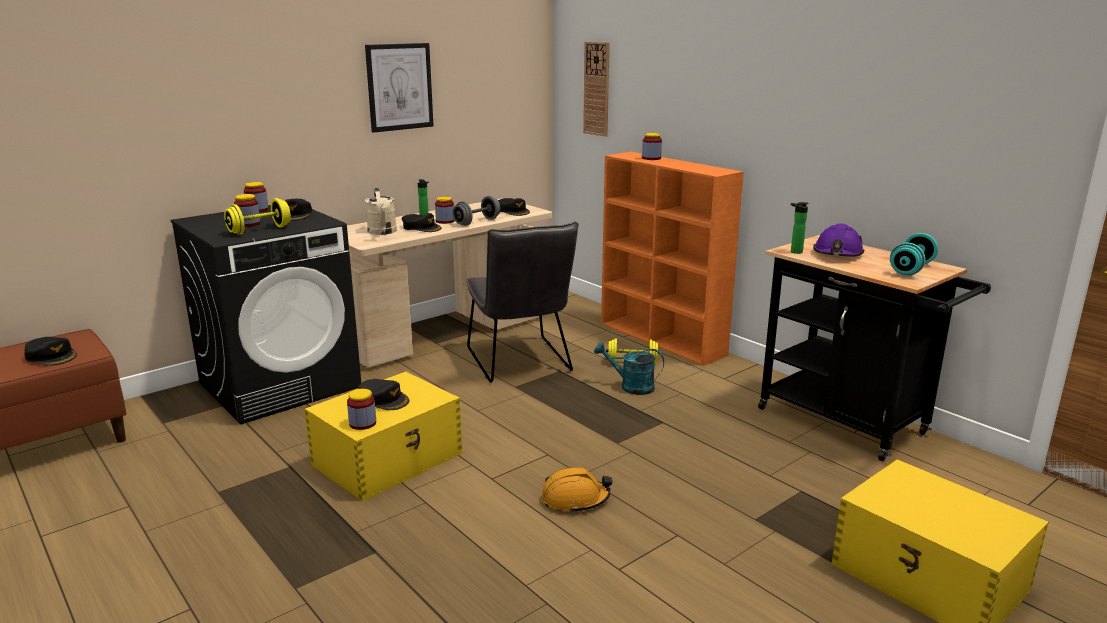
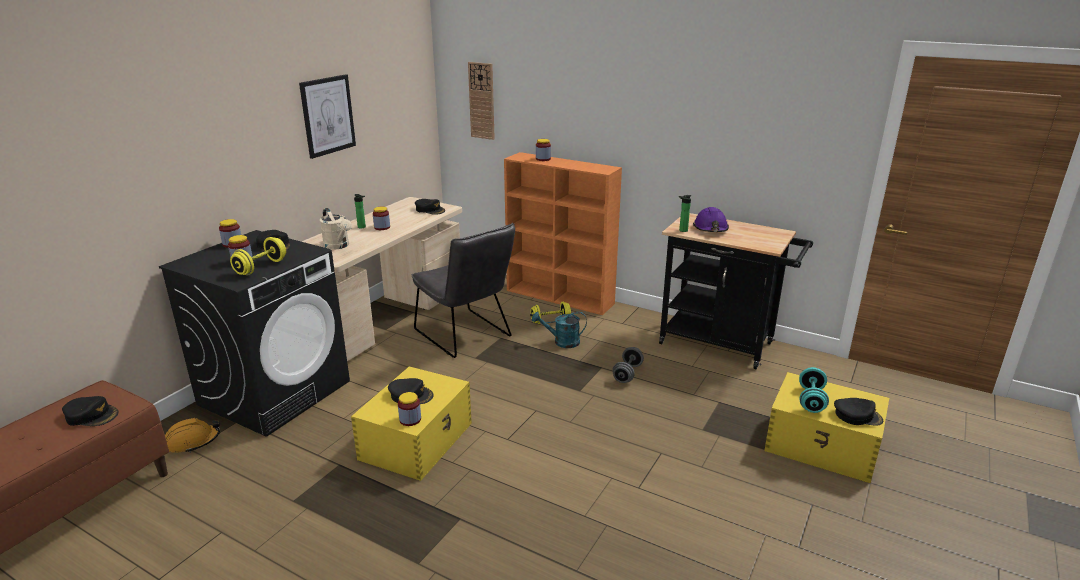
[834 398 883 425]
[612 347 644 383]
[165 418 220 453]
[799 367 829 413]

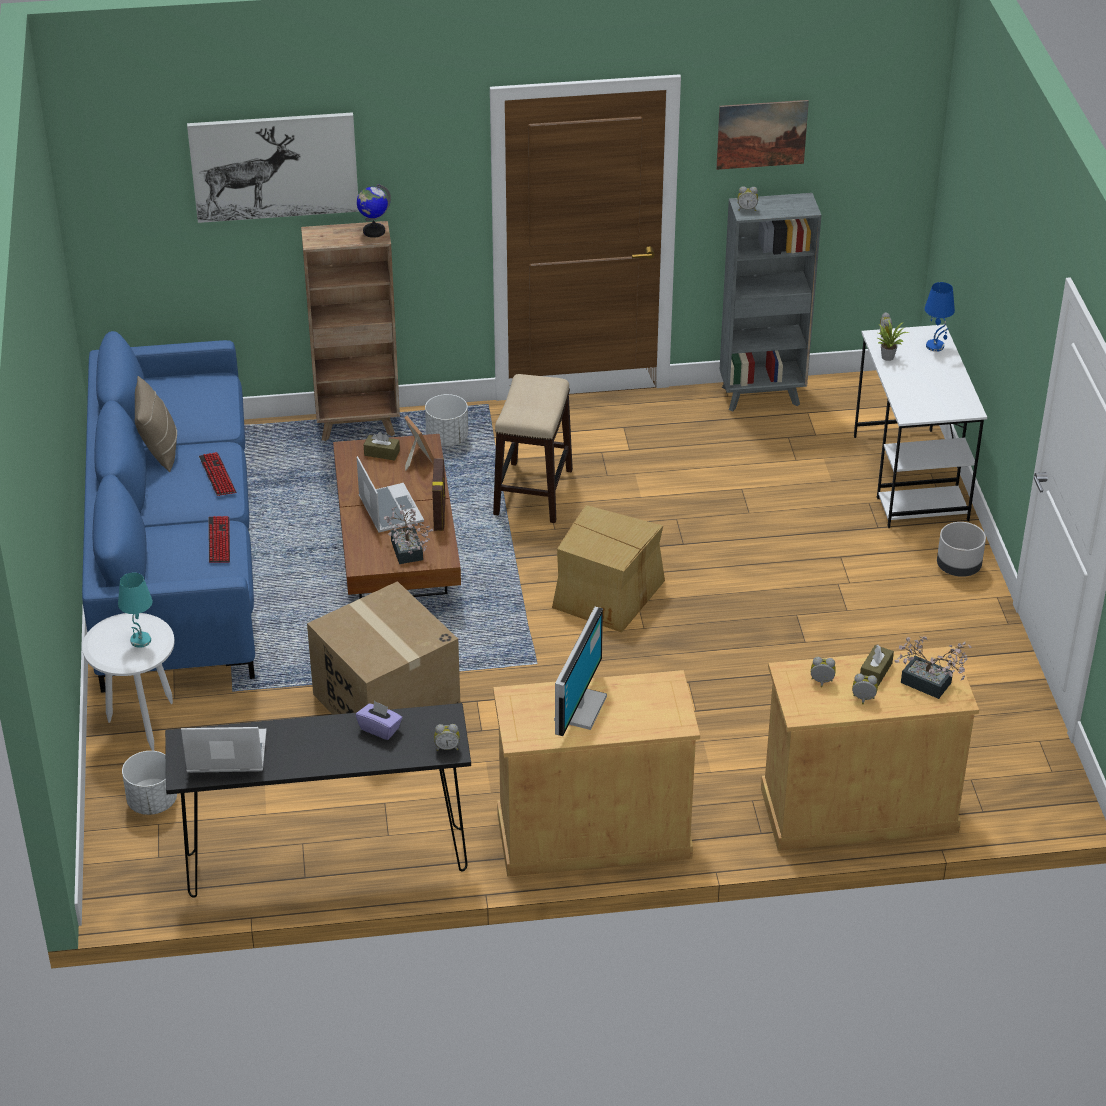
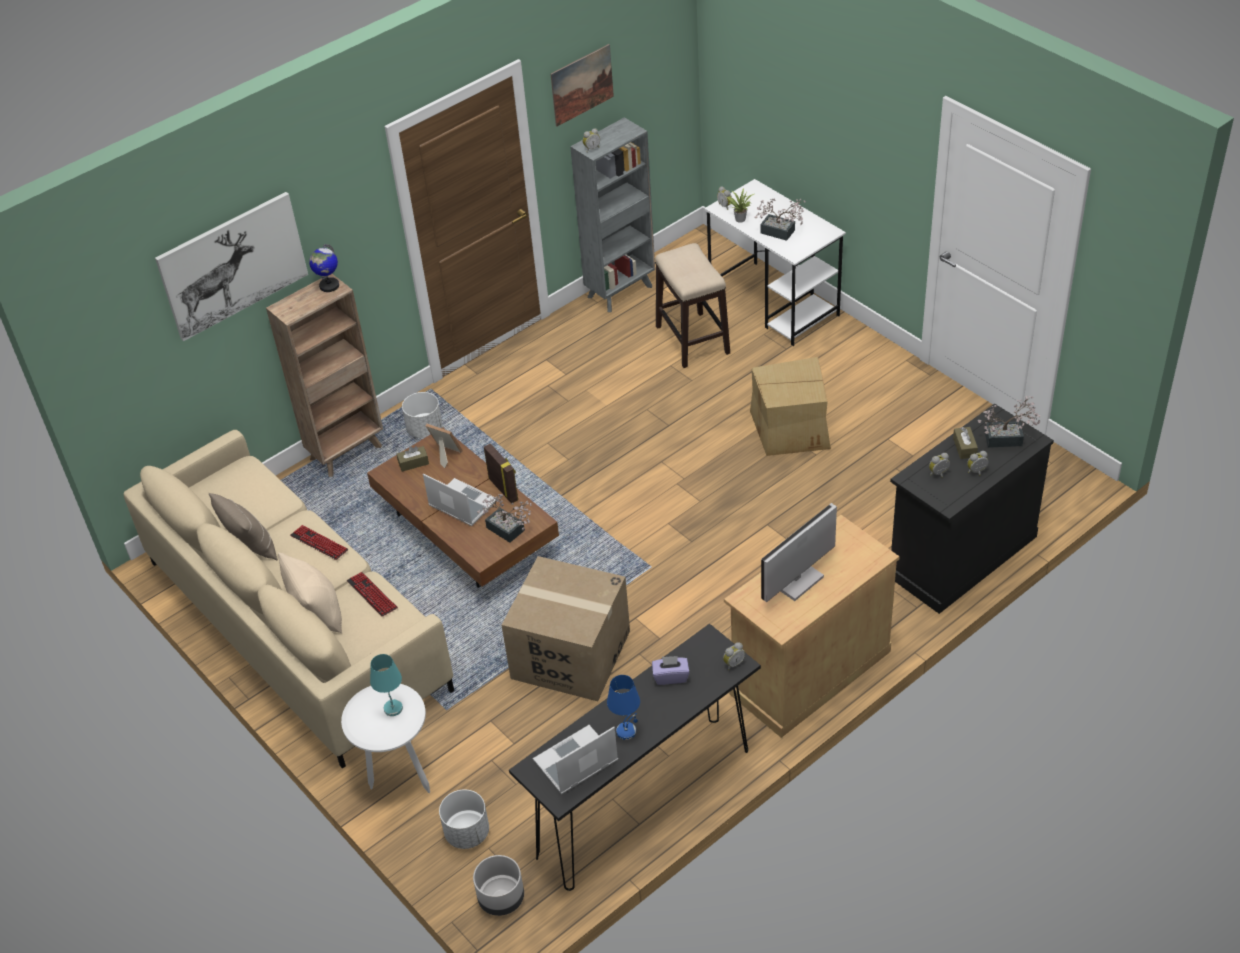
[124 430 454 769]
[655 243 730 368]
[750 357 831 456]
[761 503 837 602]
[890 404 1054 614]
[607 675 640 740]
[473 855 524 916]
[278 552 342 633]
[754 199 806 241]

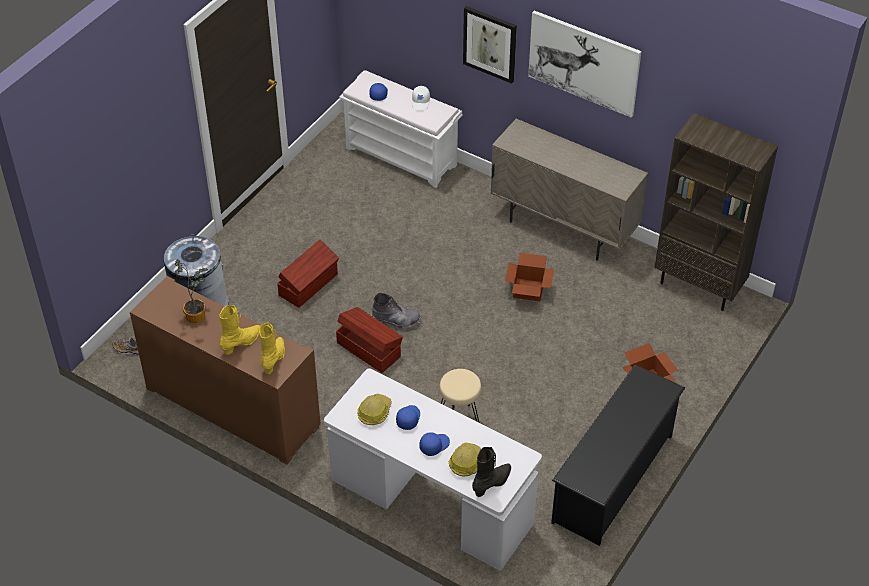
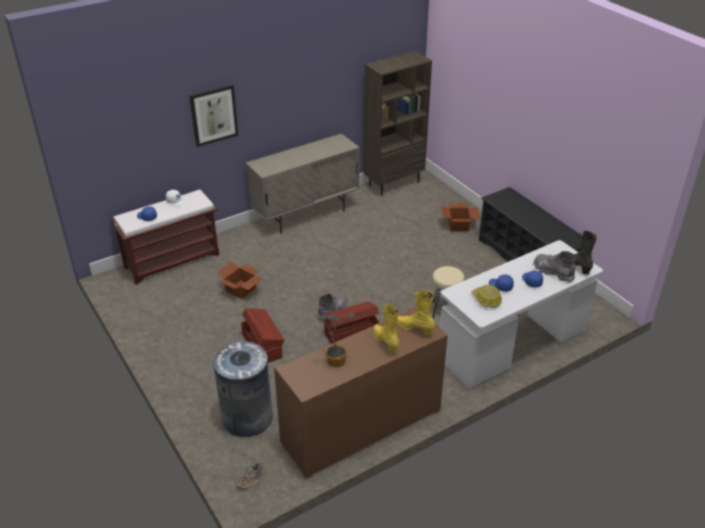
[110 189 219 285]
[533 251 576 283]
[217 261 262 299]
[528 11 641 118] (first image)

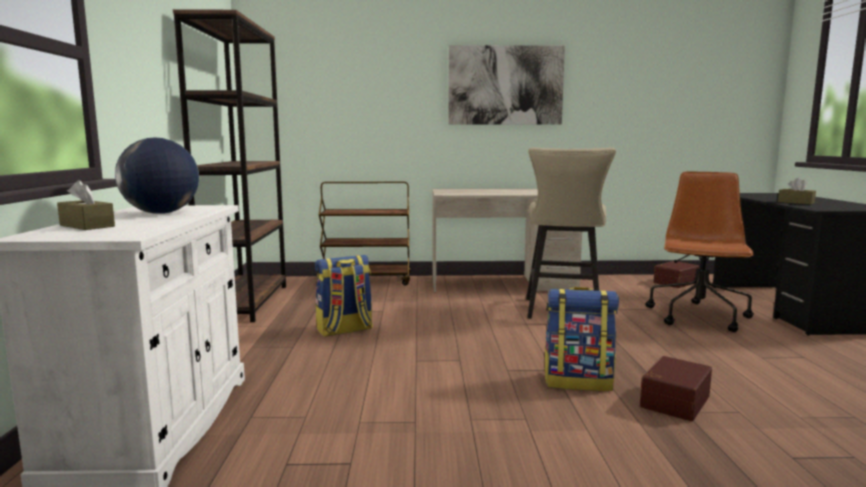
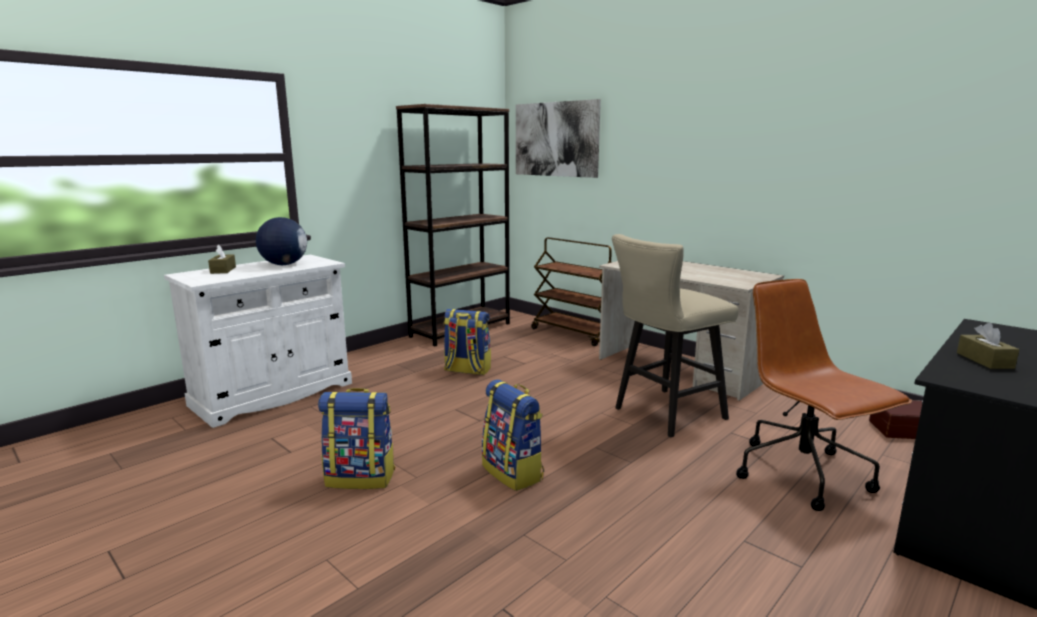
[516 99 601 178]
[640 356 712 421] (first image)
[736 279 912 511]
[318 388 395 489]

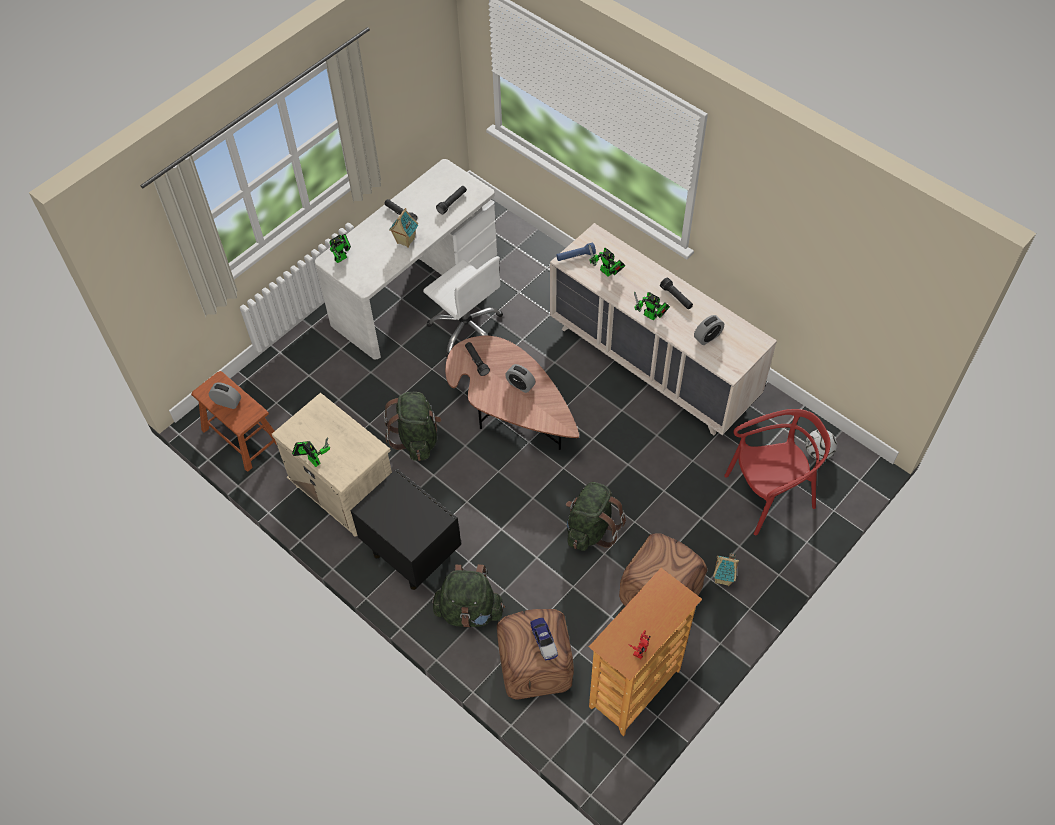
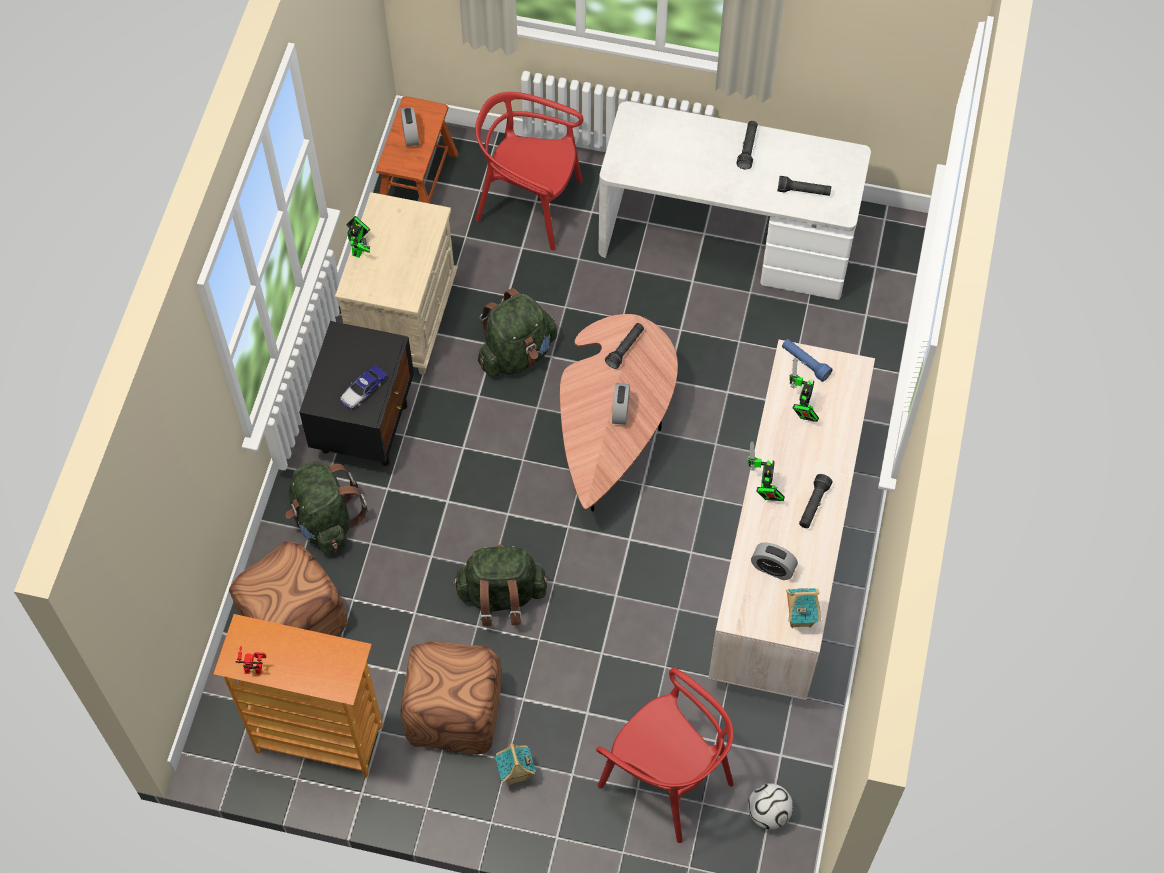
[330 234 351 263] (first image)
[786 588 821 628]
[423 256 503 357] (first image)
[340 365 387 409]
[475 92 583 251]

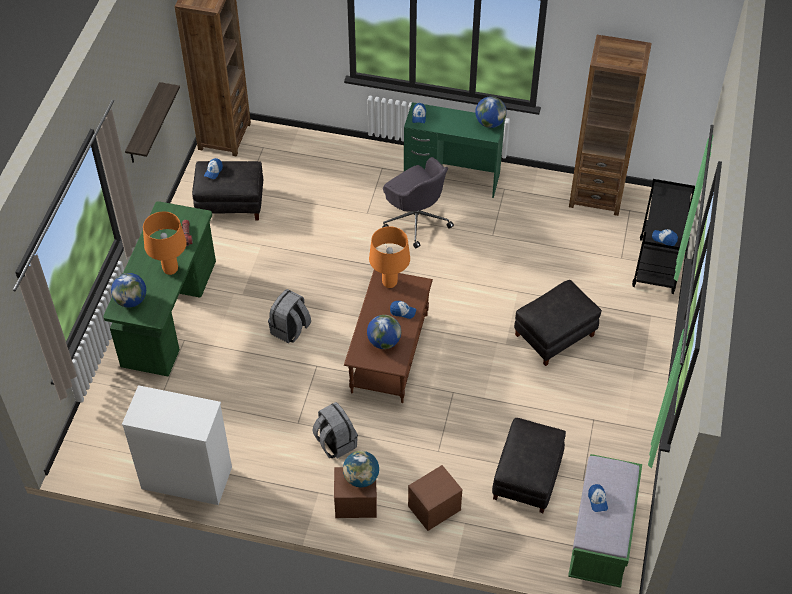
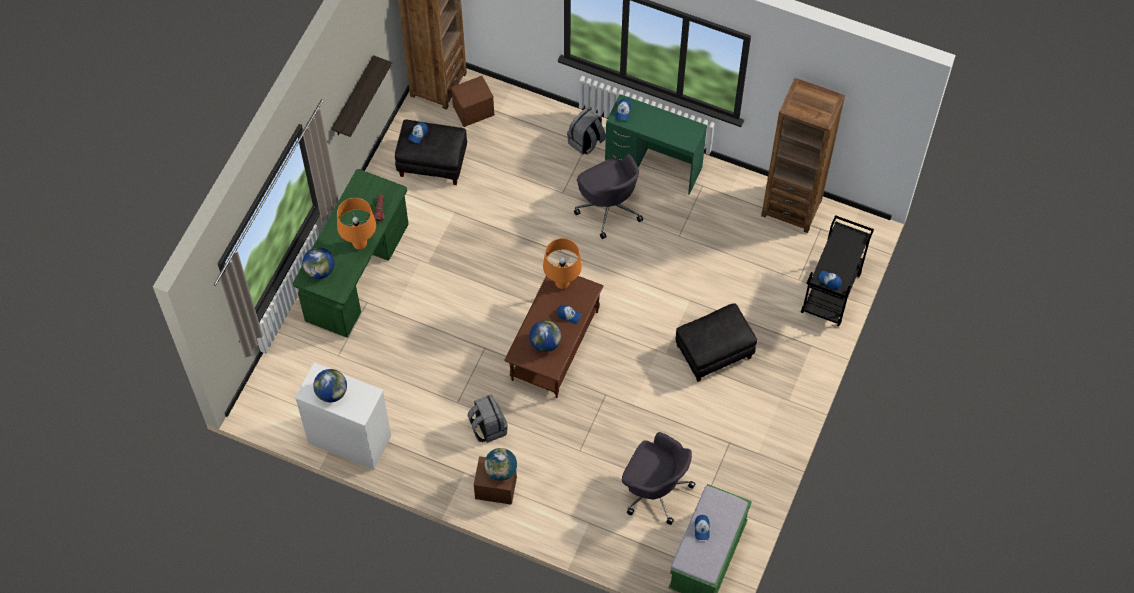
[567 107 606 155]
[451 76 495 127]
[313 369 347 402]
[622 432 695 525]

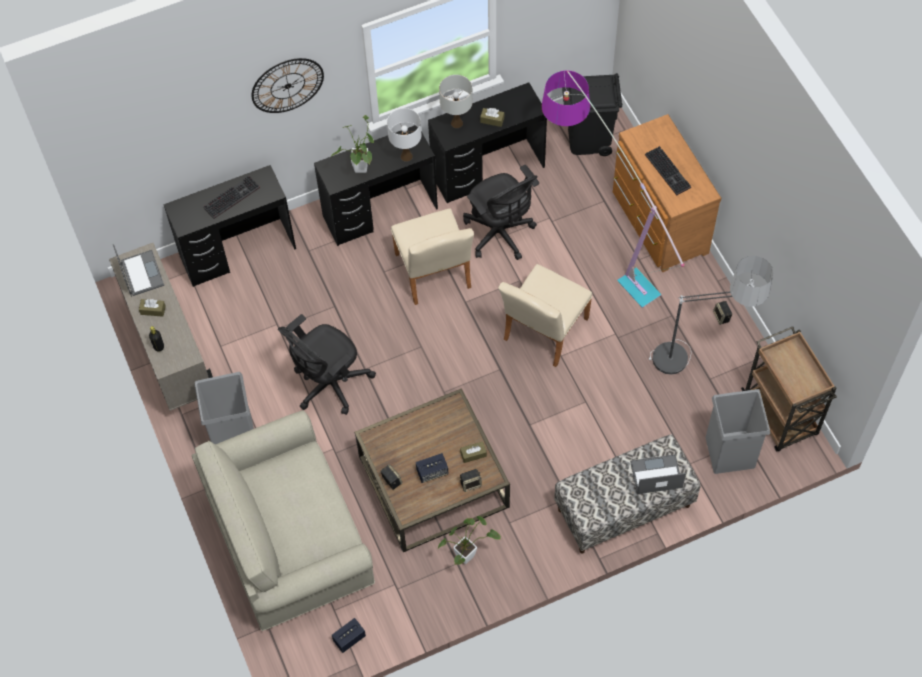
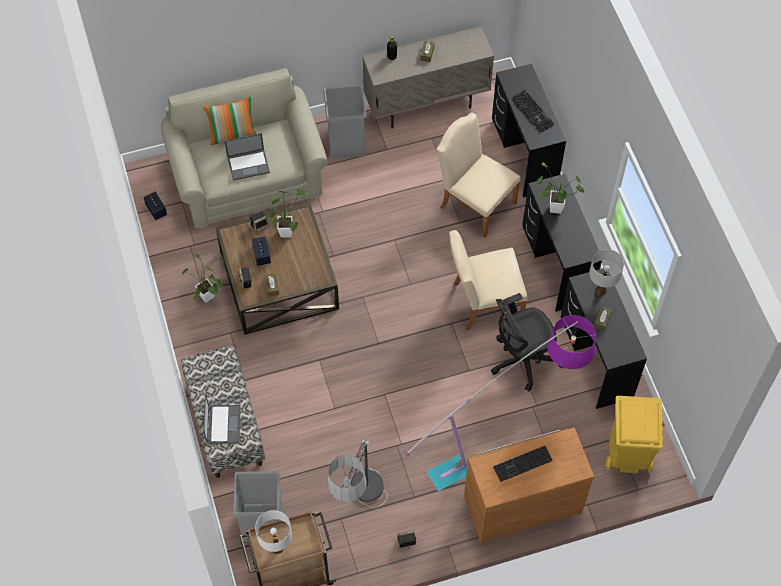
[225 133 270 181]
[251 58 324 113] (first image)
[278 314 376 415] (first image)
[255 510 292 554]
[436 112 520 238]
[606 396 663 473]
[203 96 257 146]
[269 189 306 238]

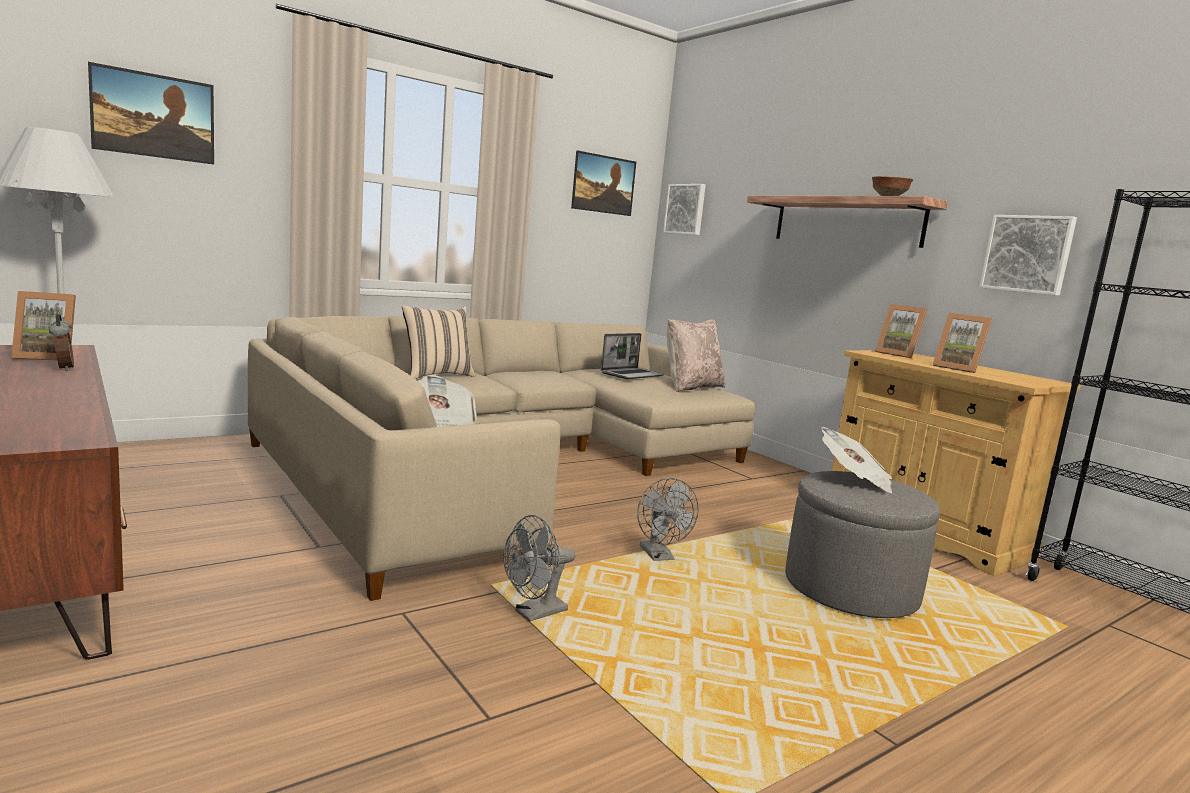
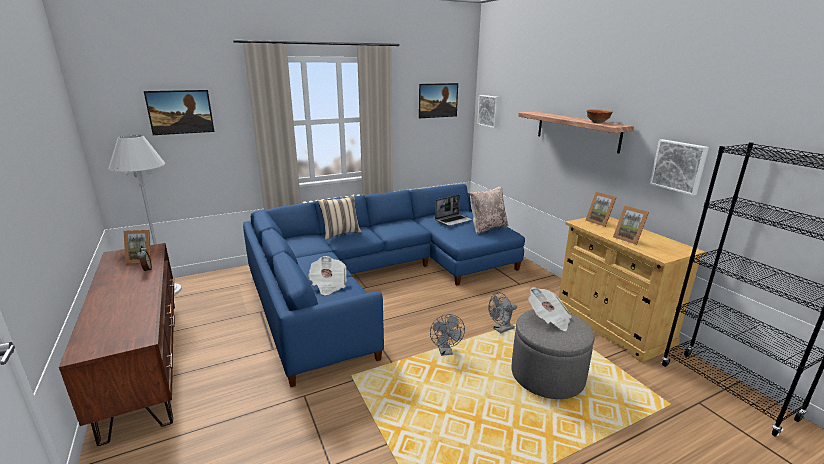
[243 184 525 387]
[488 292 517 333]

